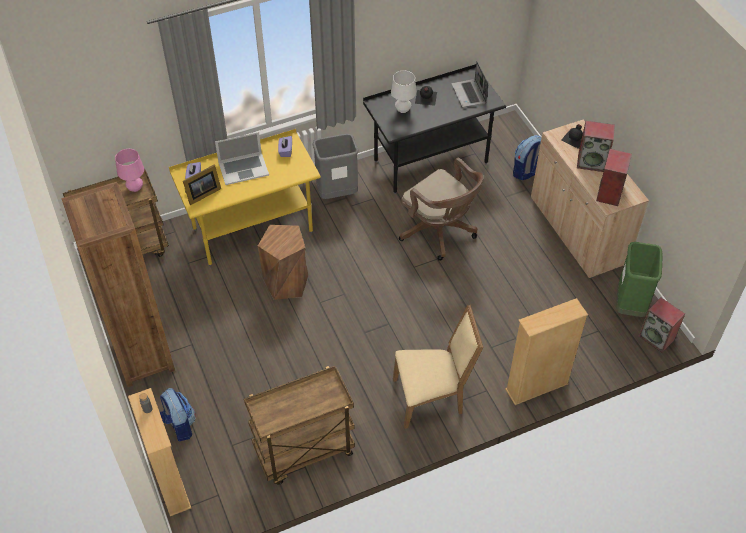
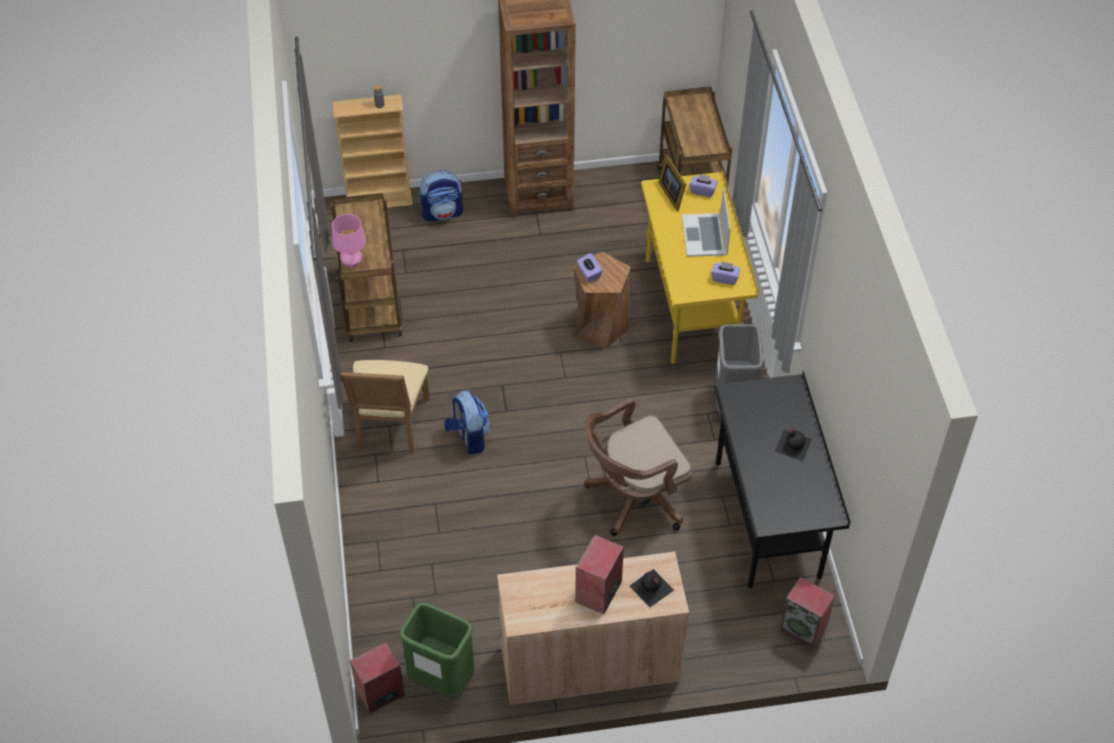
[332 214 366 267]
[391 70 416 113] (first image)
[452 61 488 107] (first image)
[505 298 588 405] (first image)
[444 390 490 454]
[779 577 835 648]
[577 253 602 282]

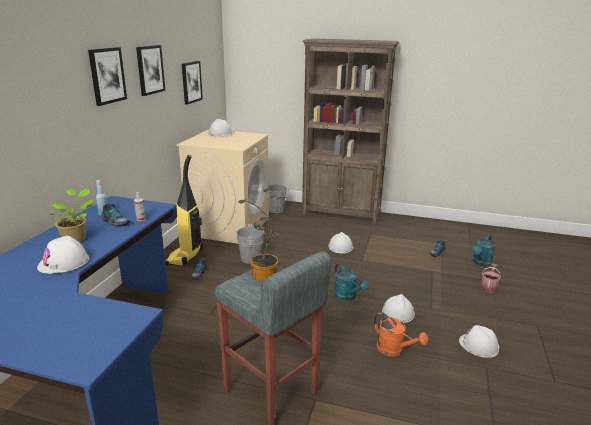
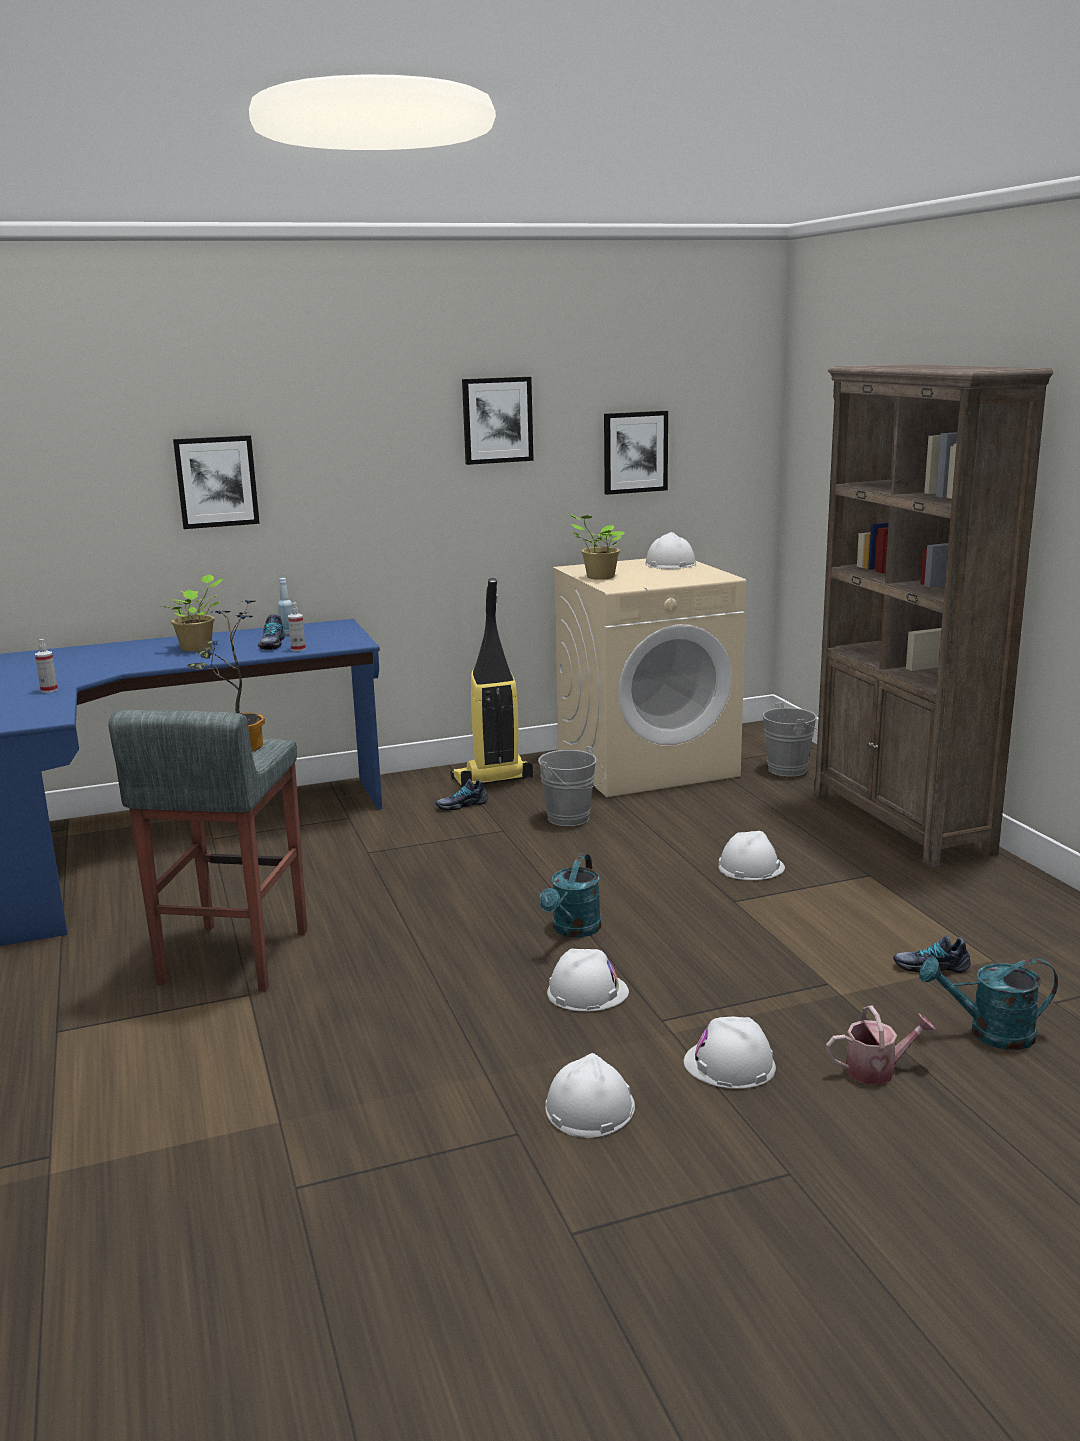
[684 1017 776 1089]
[173 435 260 529]
[374 312 428 357] (first image)
[35 639 58 693]
[569 514 624 580]

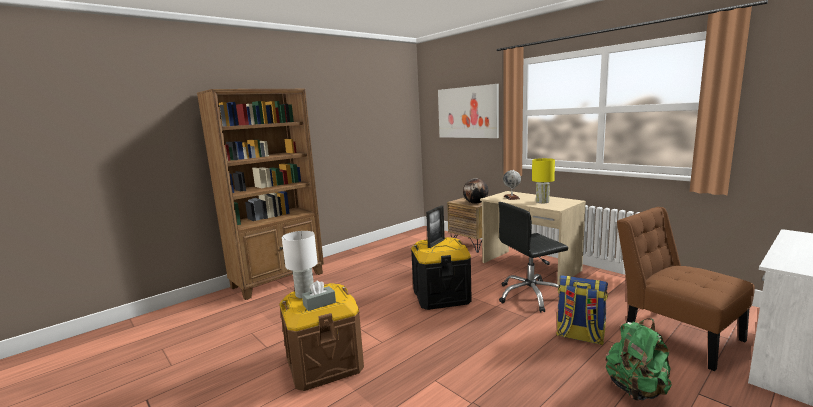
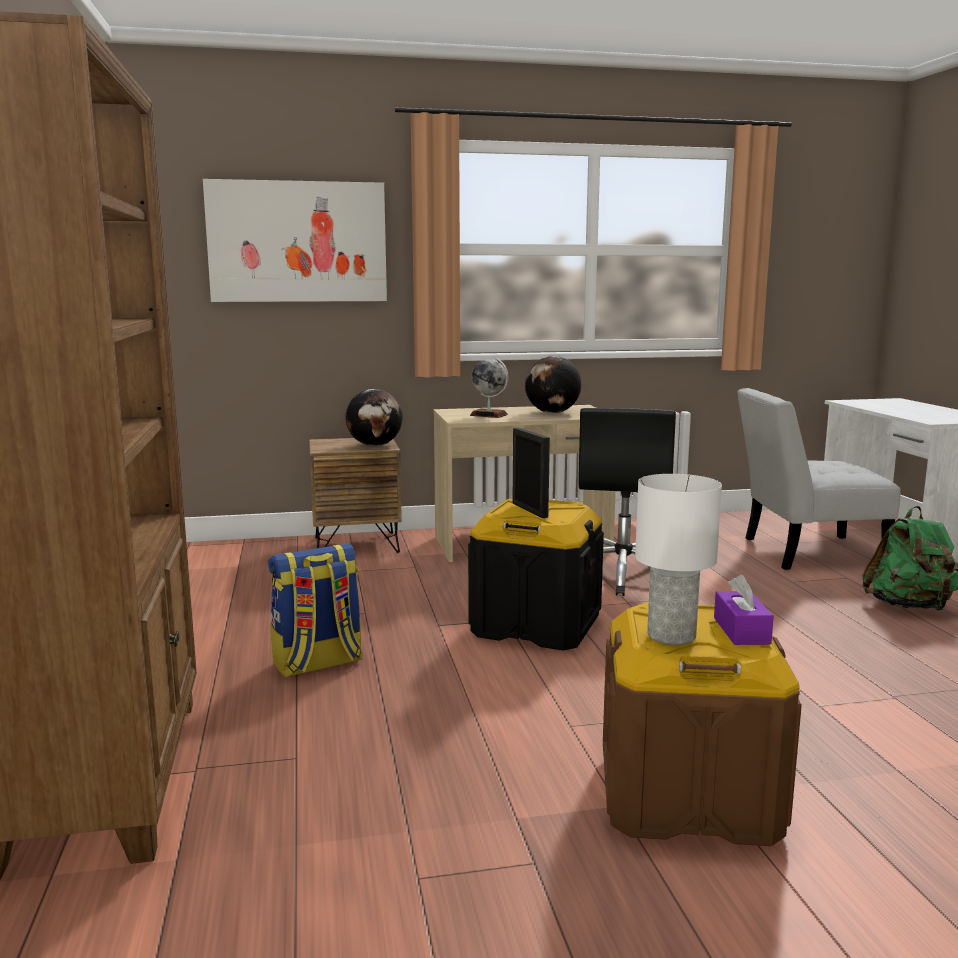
[714 575 774 645]
[525 356 581 413]
[268 543 363 678]
[737 388 901 570]

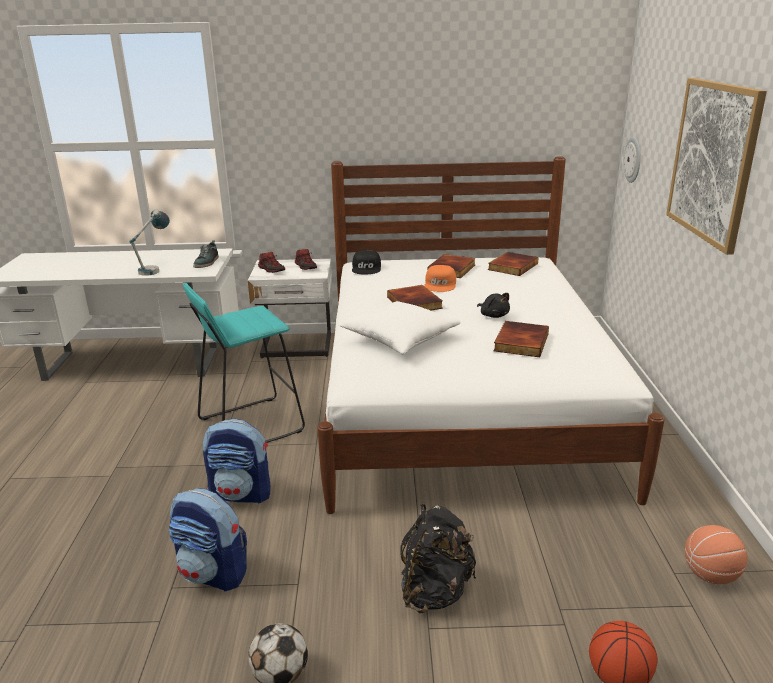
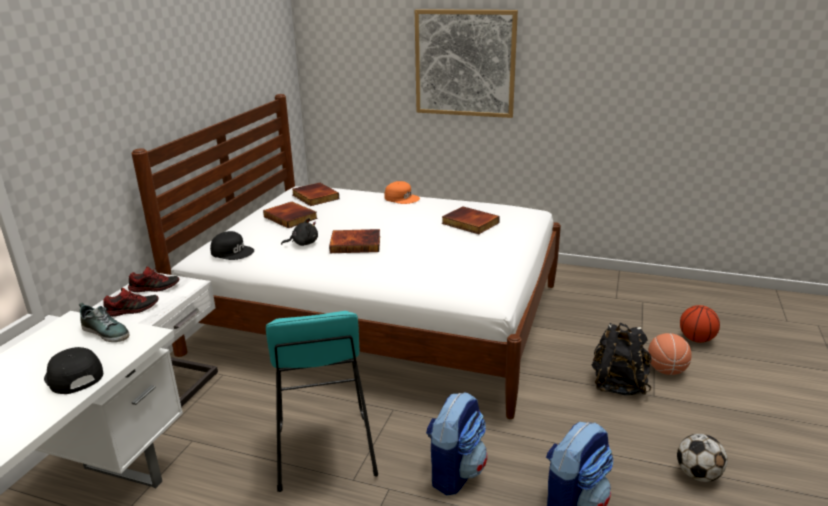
[44 347 103 394]
[339 301 461 355] (first image)
[384 181 420 204]
[281 218 318 246]
[623 137 641 183] (first image)
[648 333 692 375]

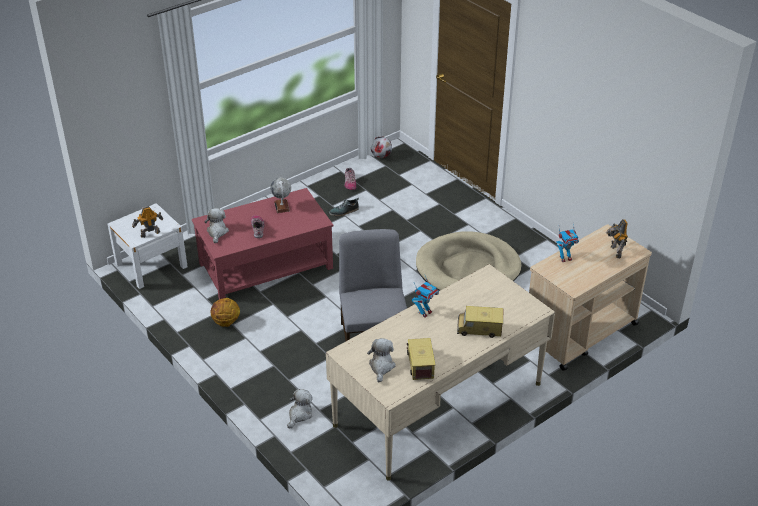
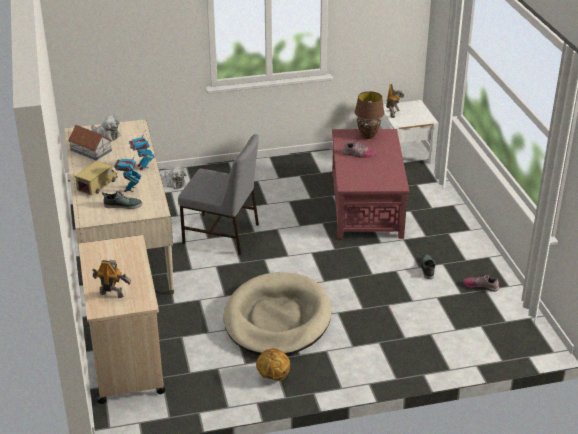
[355 91 384 139]
[256 348 290 381]
[270 178 291 213] (first image)
[371 136 392 158] (first image)
[68 125 112 160]
[114 154 141 192]
[102 191 142 209]

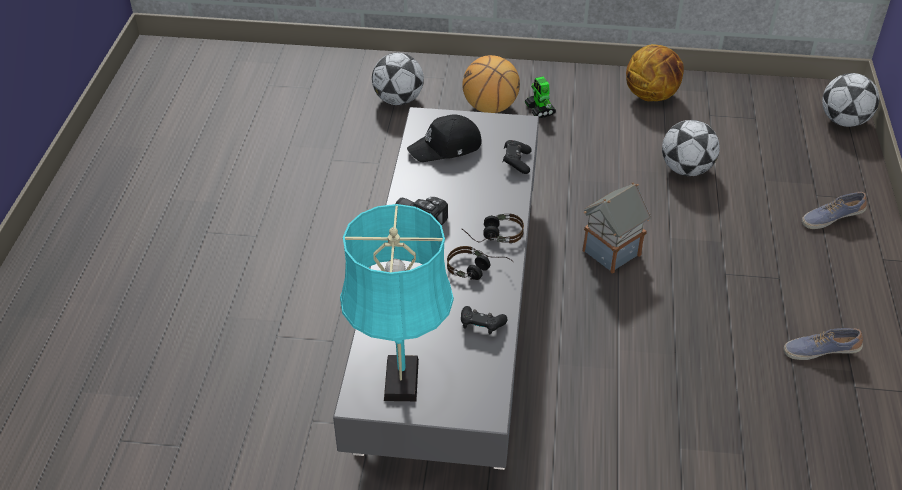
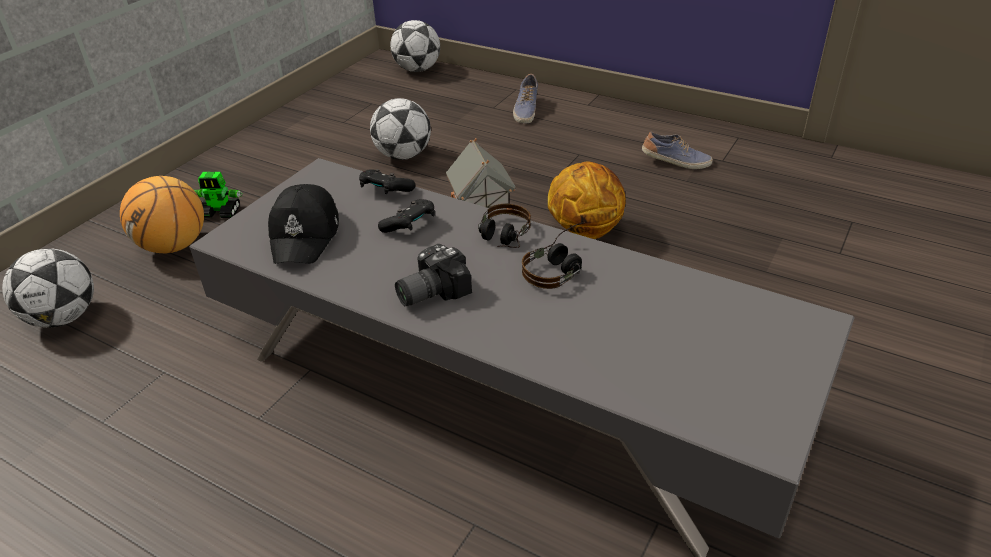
[340 204 454 401] (first image)
[378 199 435 233]
[548 161 626 239]
[642 132 713 169]

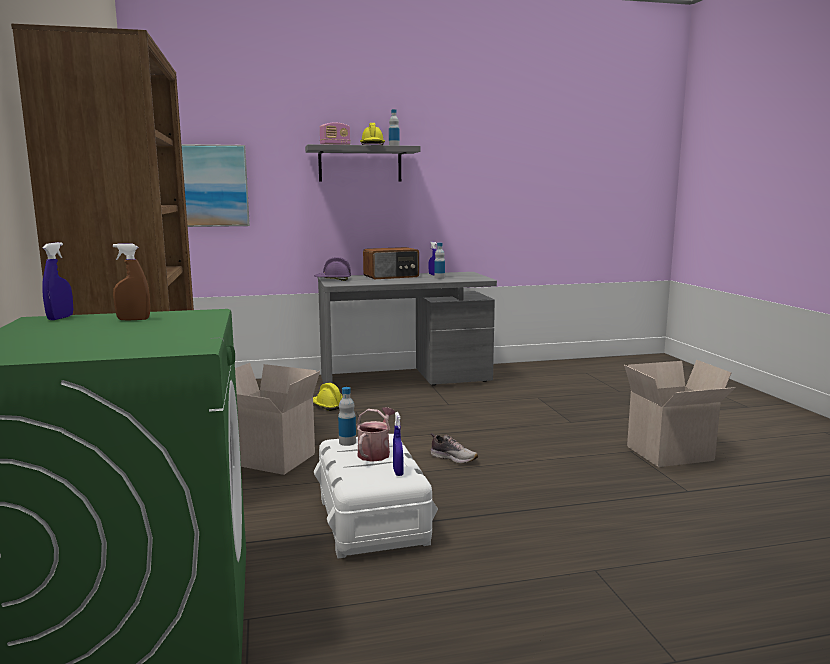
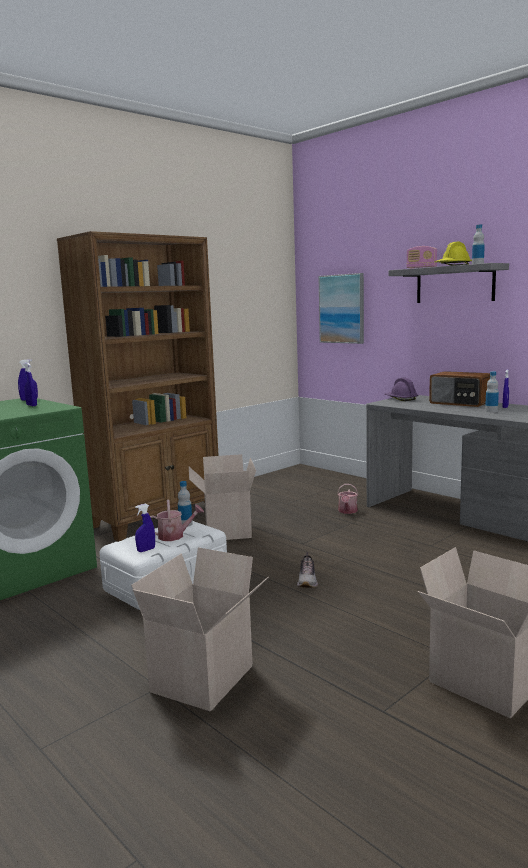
[23 363 37 406]
[337 484 358 514]
[131 547 269 712]

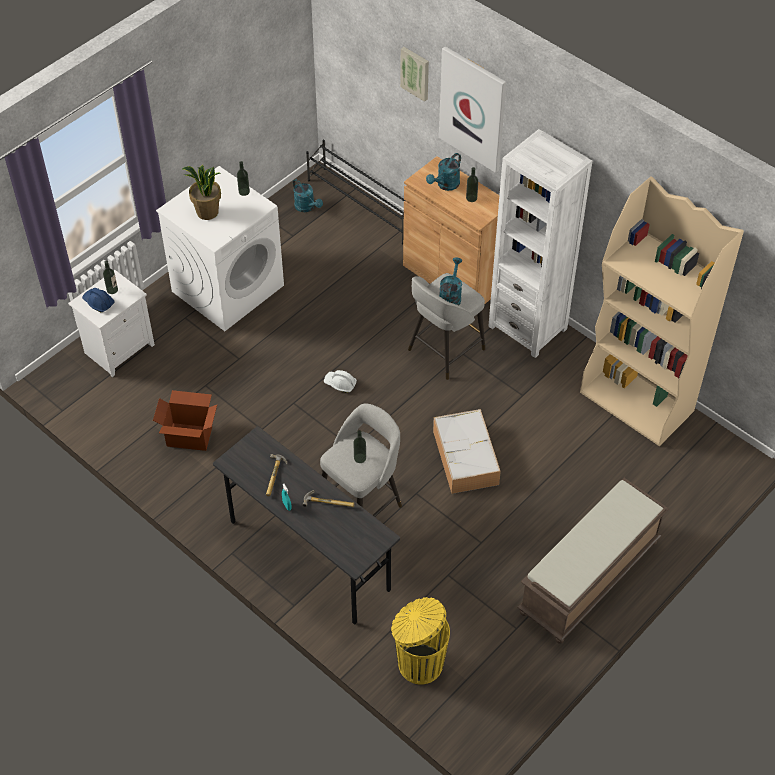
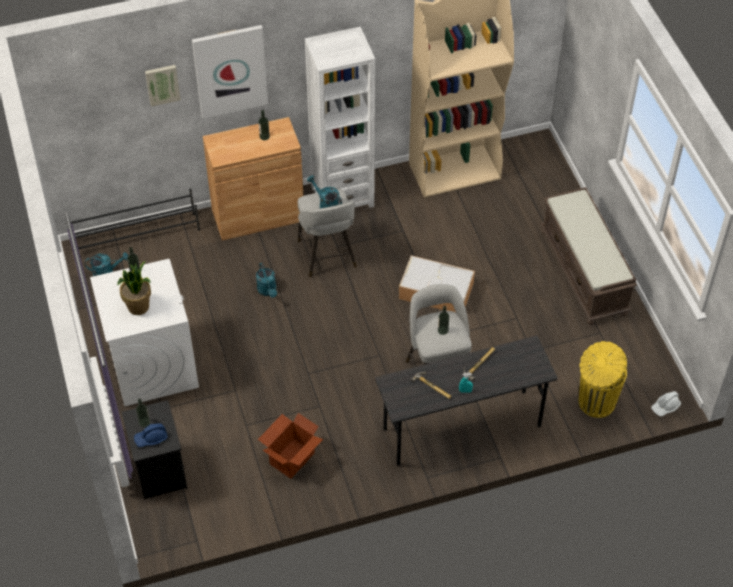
[122 400 187 499]
[651 391 681 416]
[256 263 277 298]

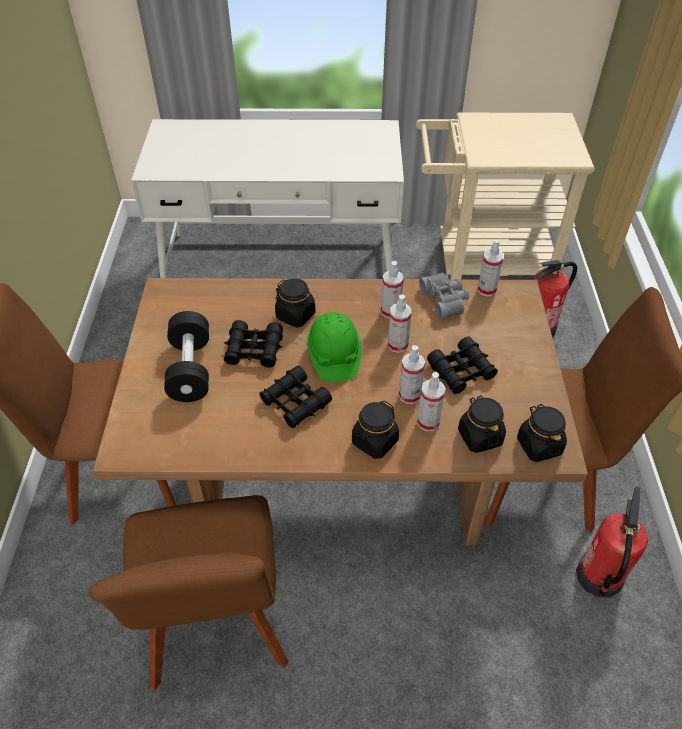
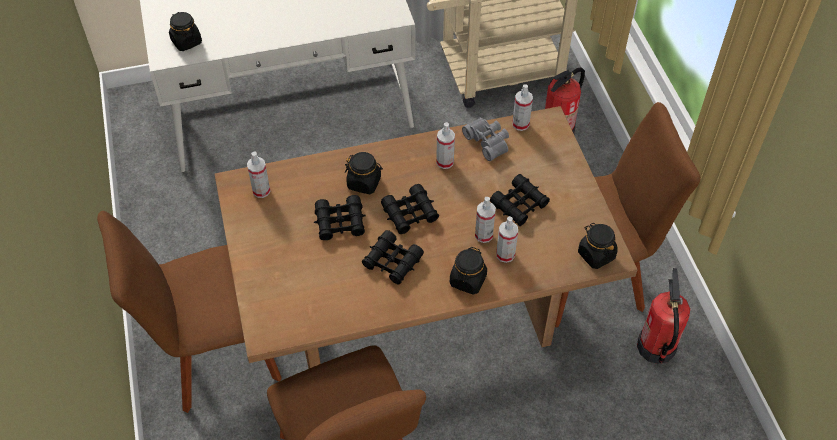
[164 311 209 402] (first image)
[381 184 439 234]
[247 151 270 198]
[169 12 202 51]

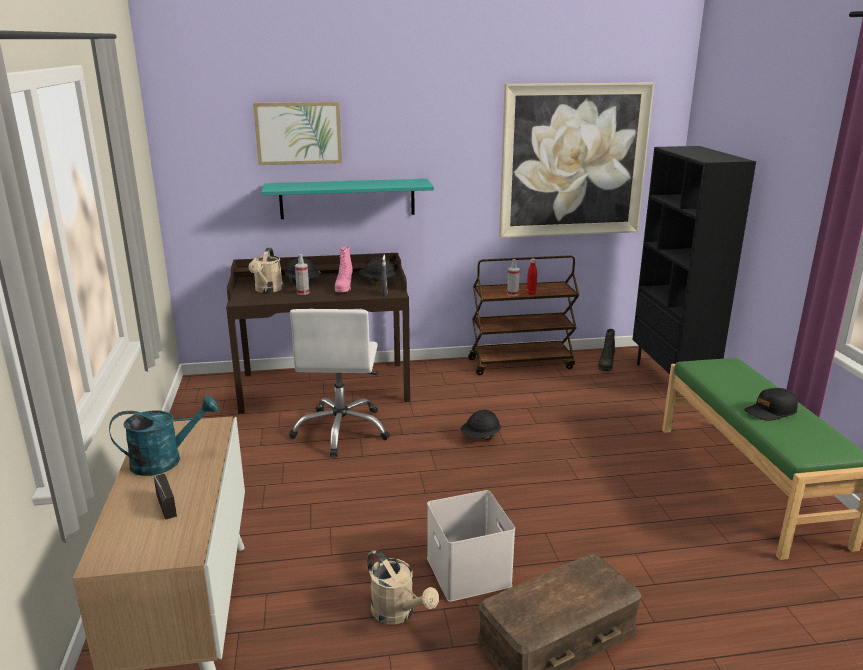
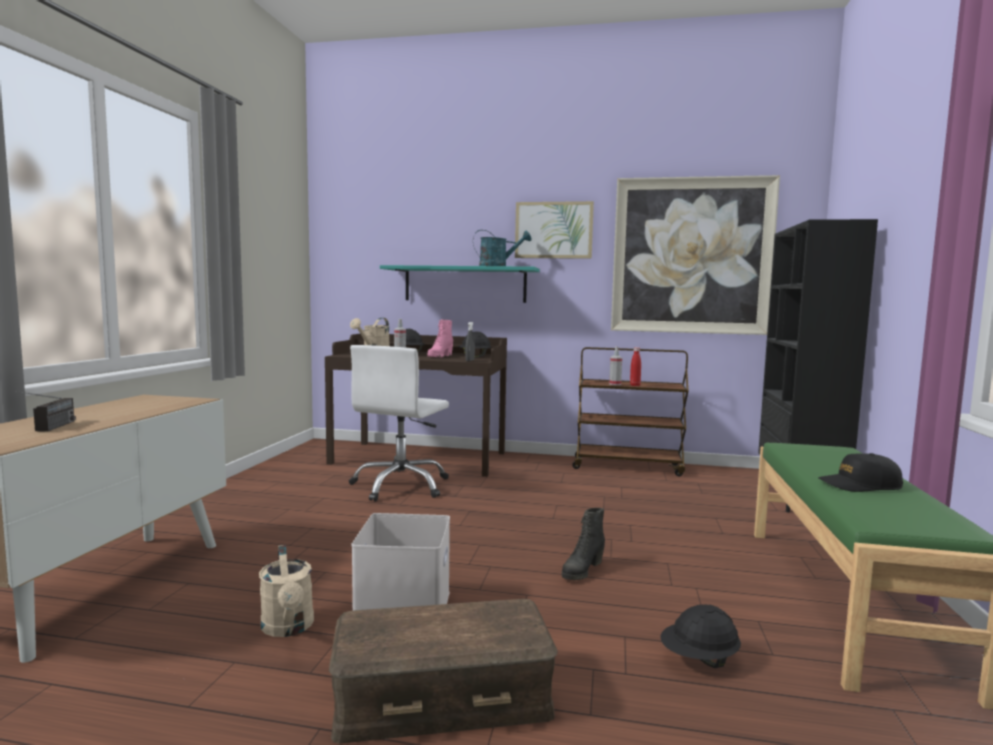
[473 230 531 266]
[515 201 594 259]
[660 605 741 668]
[562 508 605 580]

